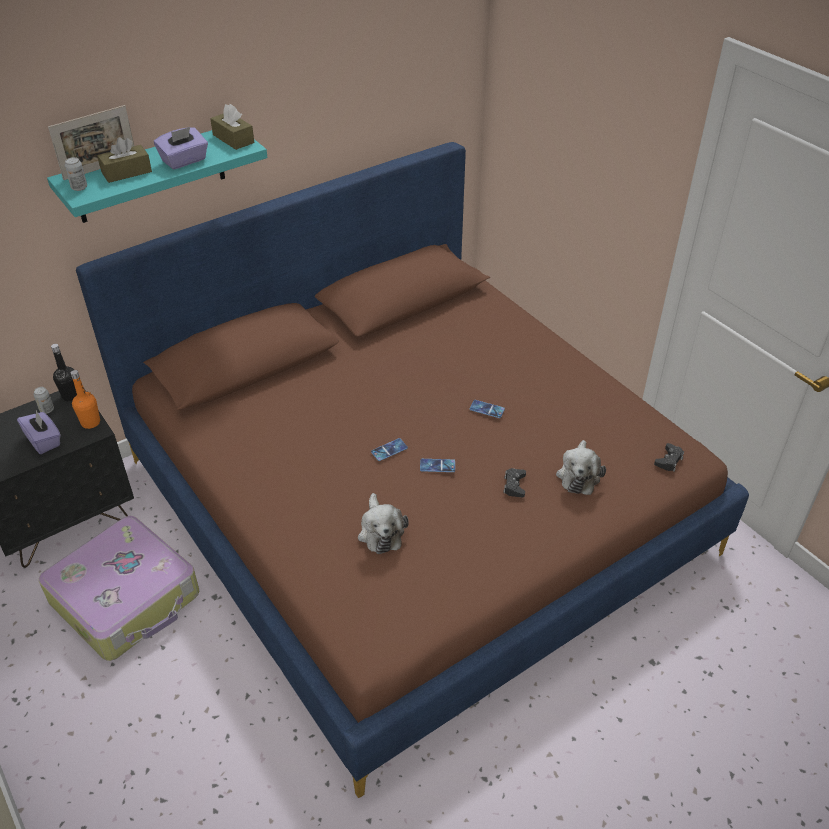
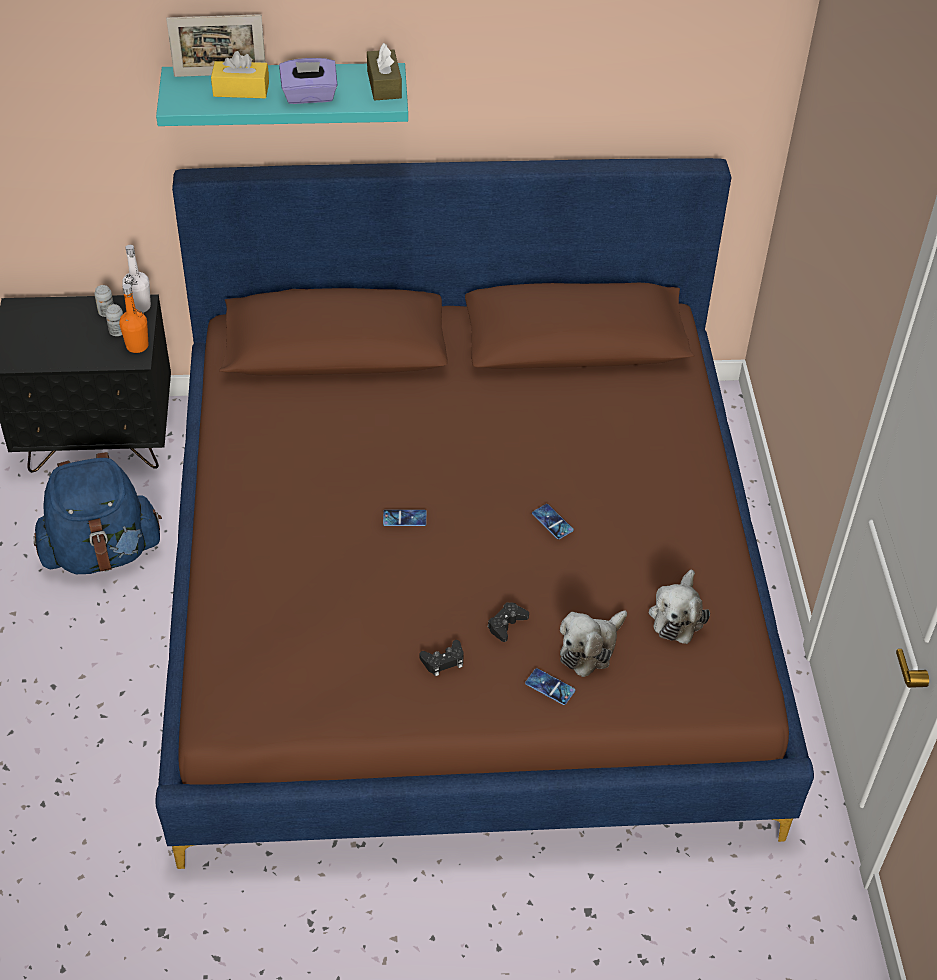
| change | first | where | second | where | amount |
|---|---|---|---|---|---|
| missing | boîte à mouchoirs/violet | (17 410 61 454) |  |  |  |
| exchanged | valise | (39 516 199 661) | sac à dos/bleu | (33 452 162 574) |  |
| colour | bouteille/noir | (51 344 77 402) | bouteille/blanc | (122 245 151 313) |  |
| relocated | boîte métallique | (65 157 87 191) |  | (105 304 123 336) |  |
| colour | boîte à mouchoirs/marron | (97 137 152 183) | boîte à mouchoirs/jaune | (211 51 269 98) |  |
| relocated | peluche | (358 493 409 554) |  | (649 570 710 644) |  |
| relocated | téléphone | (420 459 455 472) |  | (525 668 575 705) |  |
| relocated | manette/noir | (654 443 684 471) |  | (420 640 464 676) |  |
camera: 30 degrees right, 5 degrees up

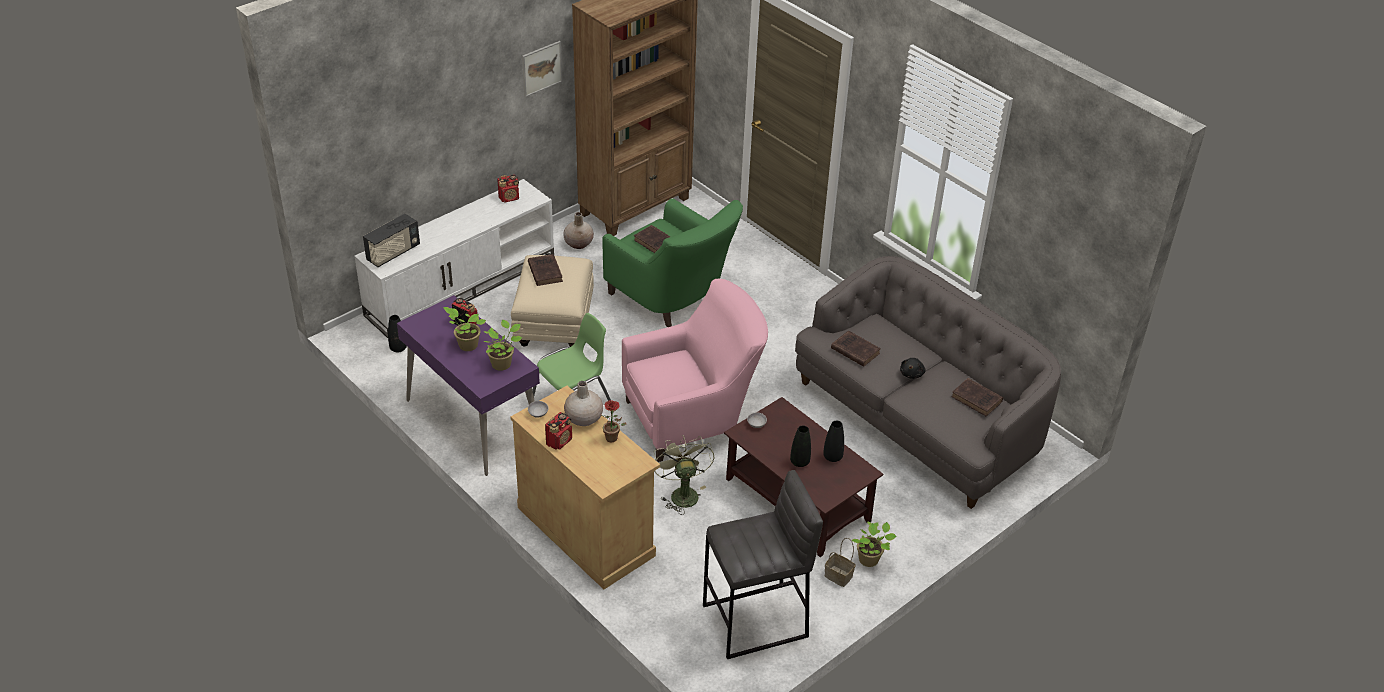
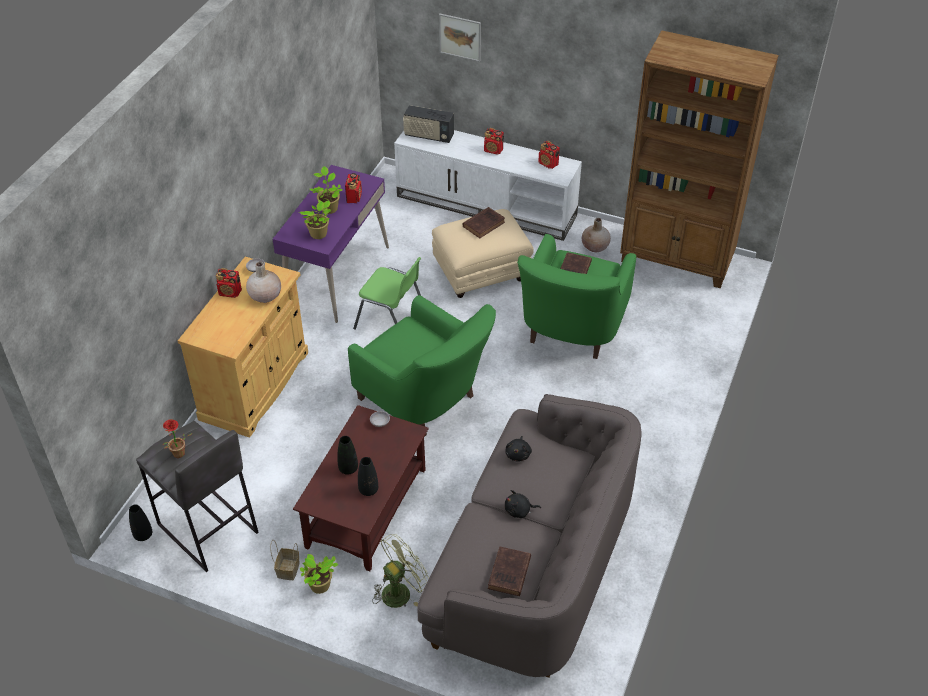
| change | first | where | second | where | amount |
|---|---|---|---|---|---|
| relocated | vase/noir | (388 315 407 353) |  | (129 504 152 541) |  |
| relocated | tableau | (522 41 562 97) |  | (439 14 481 62) |  |
| relocated | plante en pot | (601 401 626 442) |  | (163 419 193 458) |  |
| colour | fauteuil/rose | (622 279 768 462) | fauteuil/vert | (348 295 496 437) |  |
| relocated | ventilateur/vert | (654 435 714 515) |  | (372 534 429 608) |  |
| exchanged | livre/marron | (831 330 881 367) | peluche/noir | (505 436 532 462) |  |
| appeared |  |  | radio | (484 128 504 155) |  |
camera: 65 degrees right, 5 degrees up

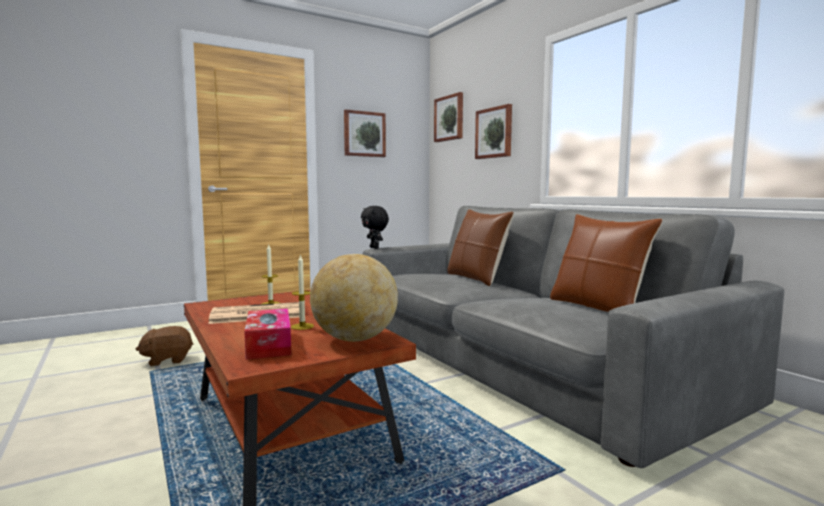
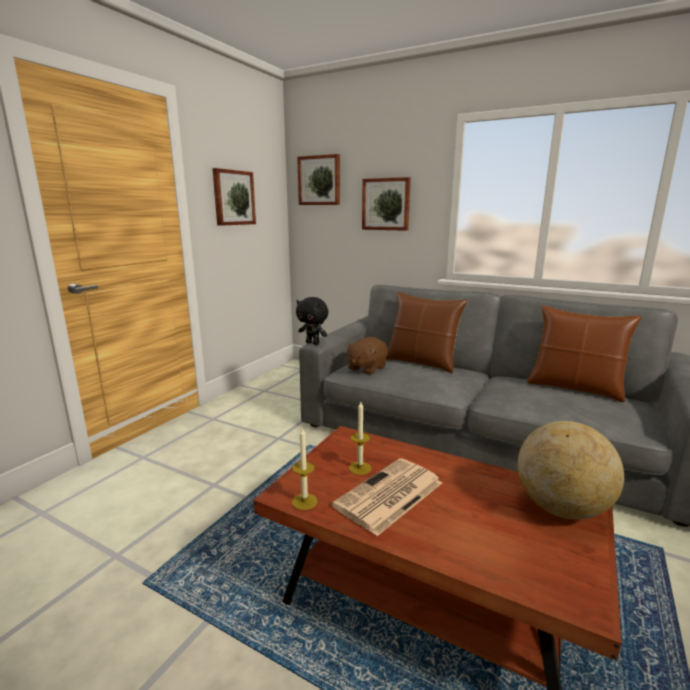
| change | first | where | second | where | amount |
|---|---|---|---|---|---|
| relocated | peluche/marron | (136 326 193 366) |  | (345 337 388 375) |  |
| missing | boîte à mouchoirs | (244 308 292 360) |  |  |  |
| relocated | bougie | (291 254 314 330) |  | (292 428 317 510) |  |
camera: 30 degrees left, 10 degrees up

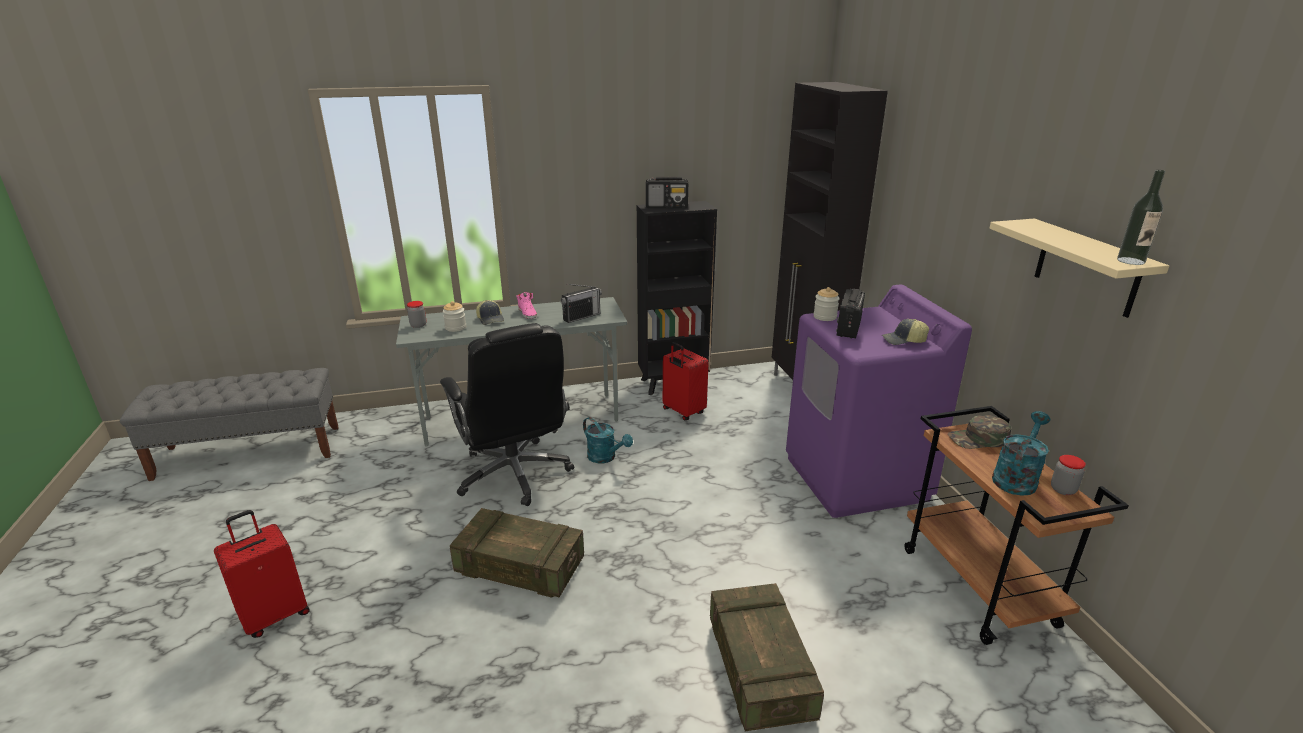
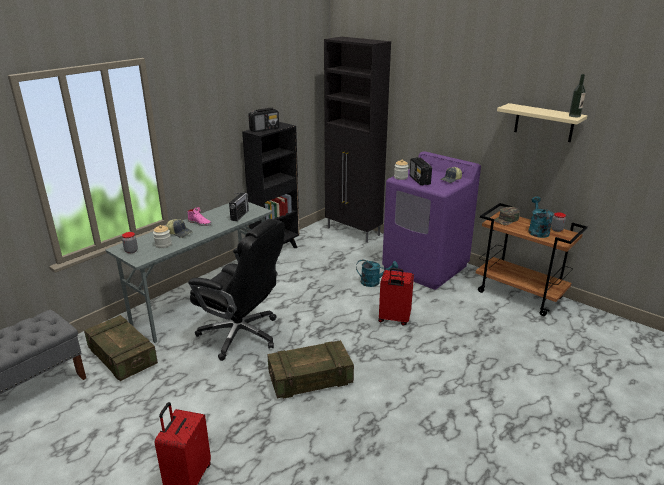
| change | first | where | second | where | amount |
|---|---|---|---|---|---|
| relocated | arrosoir/turquoise | (583 417 633 463) |  | (356 260 398 287) |  |
| relocated | valise/rouge | (663 342 709 421) |  | (378 268 414 326) |  |
| relocated | caisse | (710 583 824 731) |  | (84 315 158 381) |  |
camera: 35 degrees left, 0 degrees up

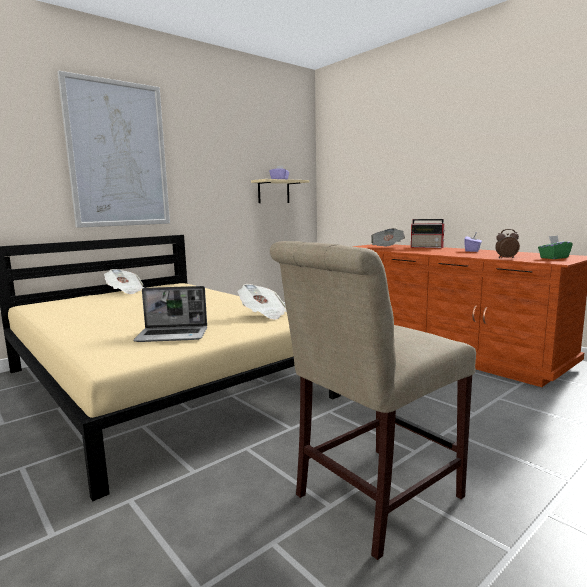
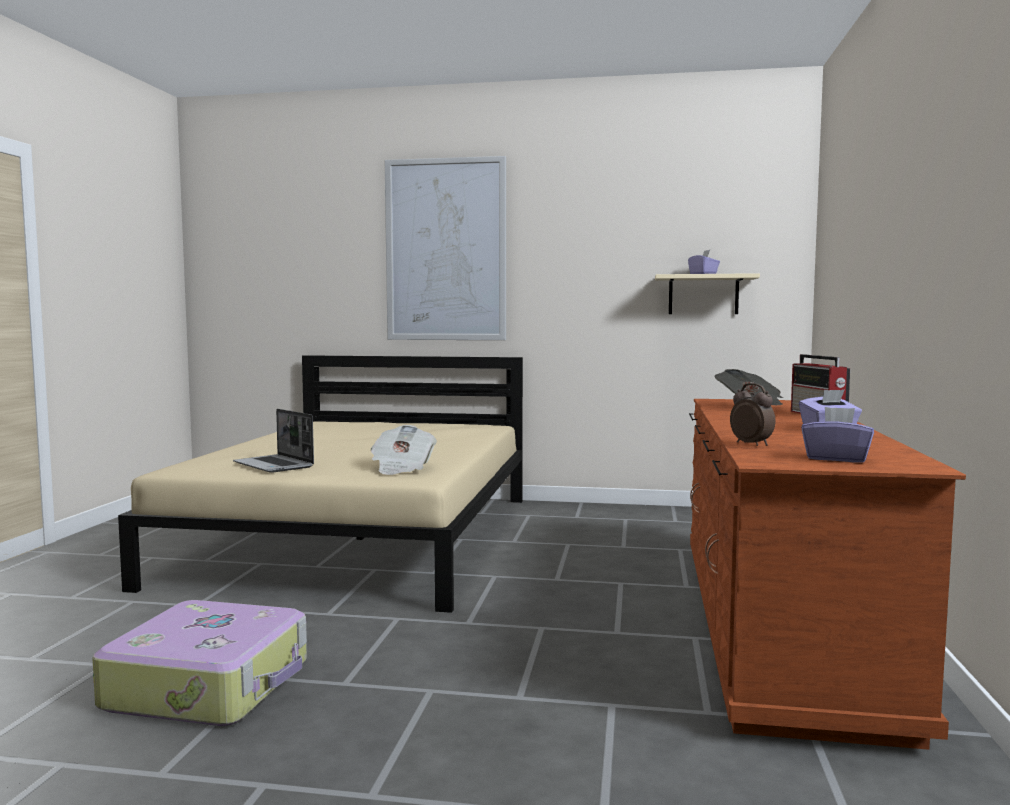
| change | first | where | second | where | amount |
|---|---|---|---|---|---|
| missing | journal | (104 269 145 294) |  |  |  |
| exchanged | chaise/beige | (270 241 476 560) | valise | (92 600 307 726) |  |
| colour | boîte à mouchoirs/vert | (538 235 573 259) | boîte à mouchoirs/violet | (801 407 874 462) |  |
camera: 50 degrees right, 5 degrees down

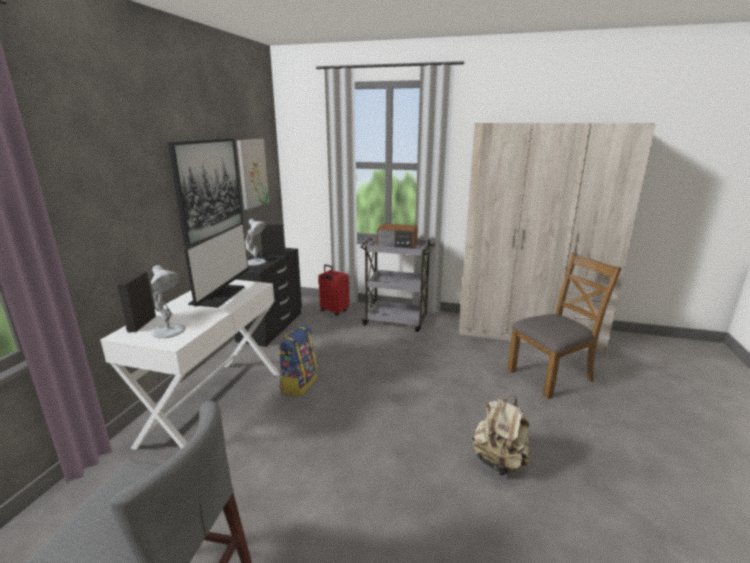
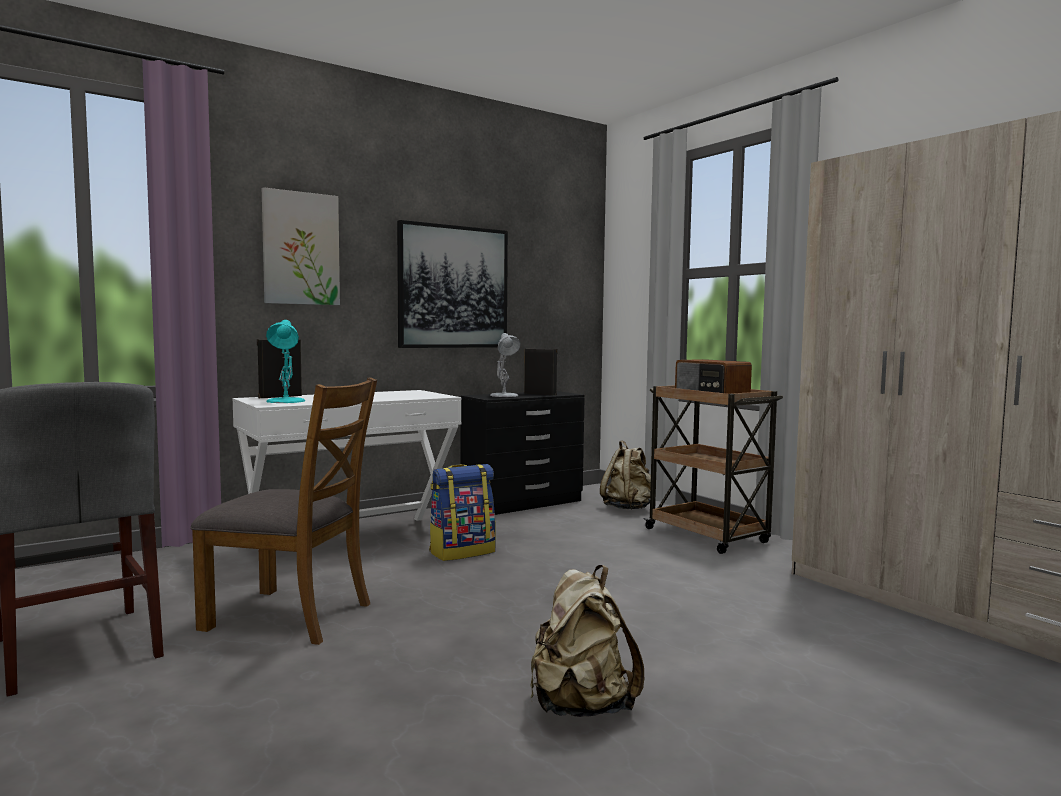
| change | first | where | second | where | amount |
|---|---|---|---|---|---|
| colour | lampe de table/blanc | (151 265 186 338) | lampe de table/turquoise | (266 320 305 403) |  |
| missing | écran d'ordinateur | (184 223 249 307) |  |  |  |
| relocated | tableau | (237 139 269 210) |  | (262 187 340 305) |  |
| exchanged | valise/rouge | (319 264 349 316) | sac à dos/beige | (600 440 651 510) |  |
| colour | chariot/gris | (360 236 435 332) | chariot/marron | (643 386 783 554) |  |
| relocated | chaise/marron | (507 253 622 399) |  | (190 377 377 645) |  |
camera: 40 degrees right, 15 degrees down

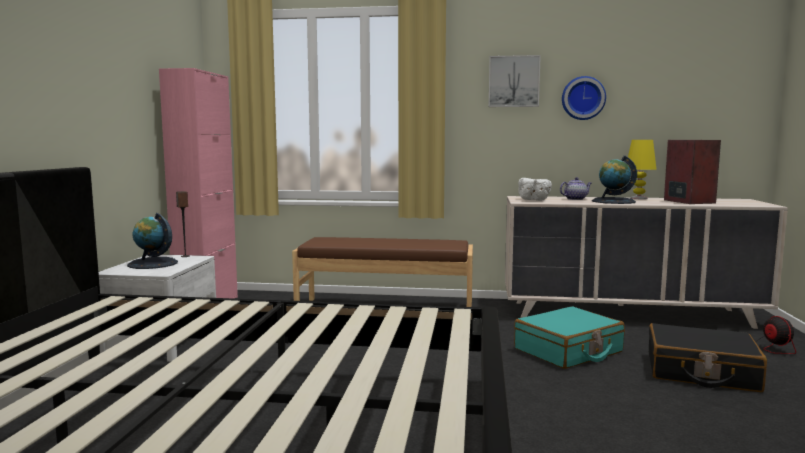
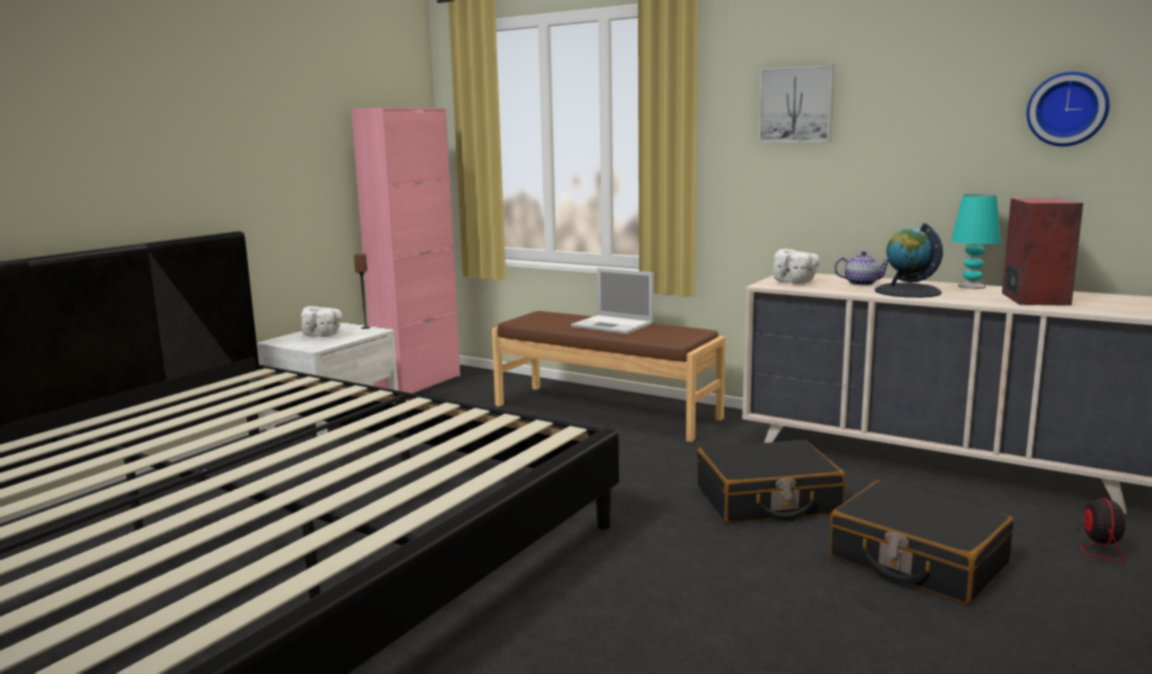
| change | first | where | second | where | amount |
|---|---|---|---|---|---|
| exchanged | globe | (127 213 178 269) | bol/blanc | (301 306 342 337) |  |
| colour | valise/turquoise | (514 306 625 369) | valise/noir | (697 440 845 523) |  |
| relocated | horloge murale | (562 76 606 120) |  | (1027 72 1110 146) |  |
| colour | lampe de table/jaune | (626 140 656 199) | lampe de table/turquoise | (951 194 1001 289) |  |
| appeared |  |  | ordinateur portable | (571 268 654 334) |  |
camera: 25 degrees right, 5 degrees up

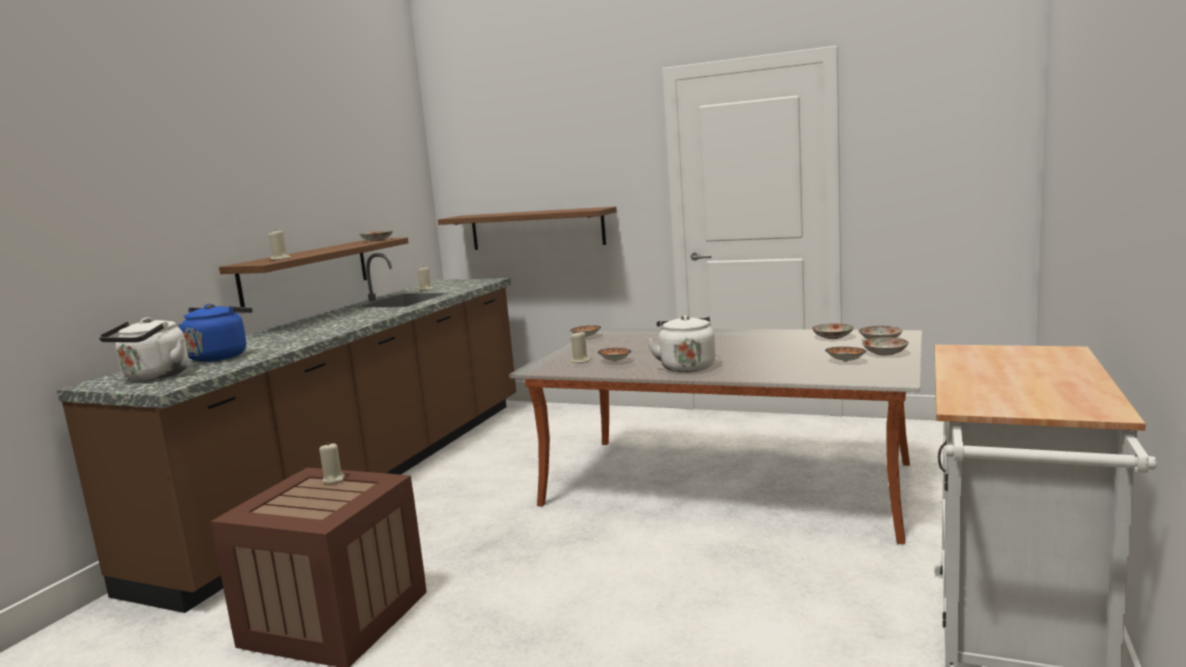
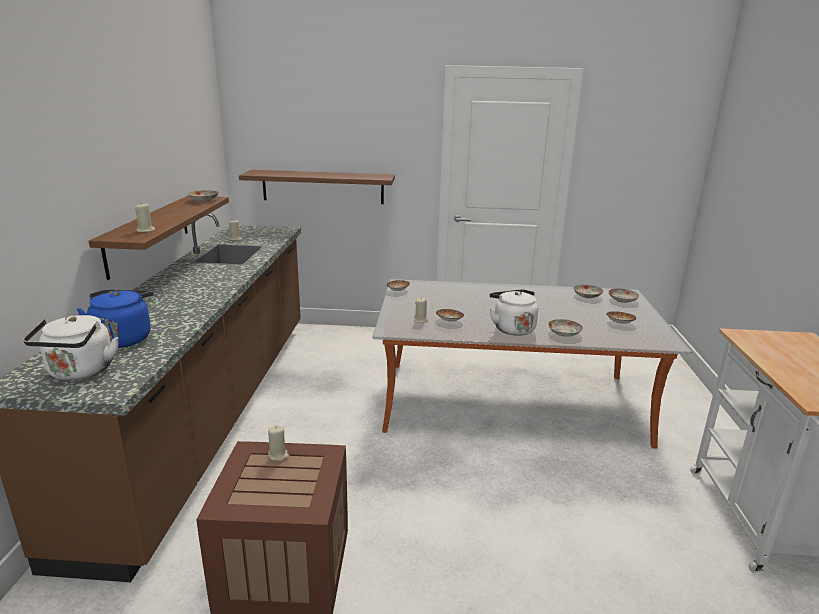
| change | first | where | second | where | amount |
|---|---|---|---|---|---|
| relocated | assiette | (862 337 909 356) |  | (548 319 583 337) |  |
camera: 20 degrees left, 10 degrees up

